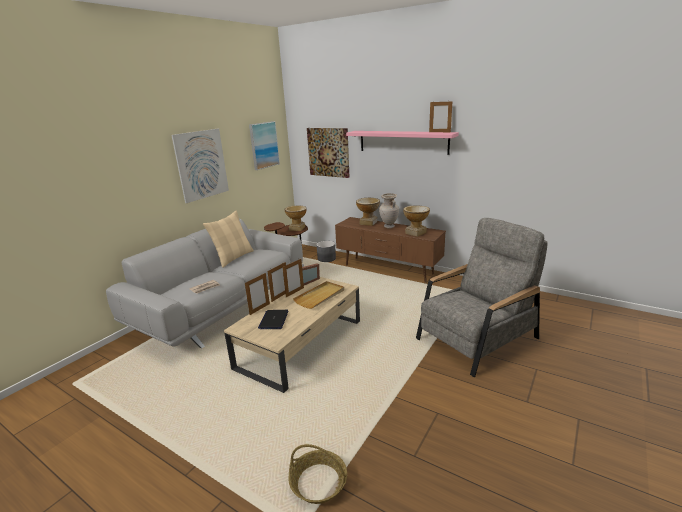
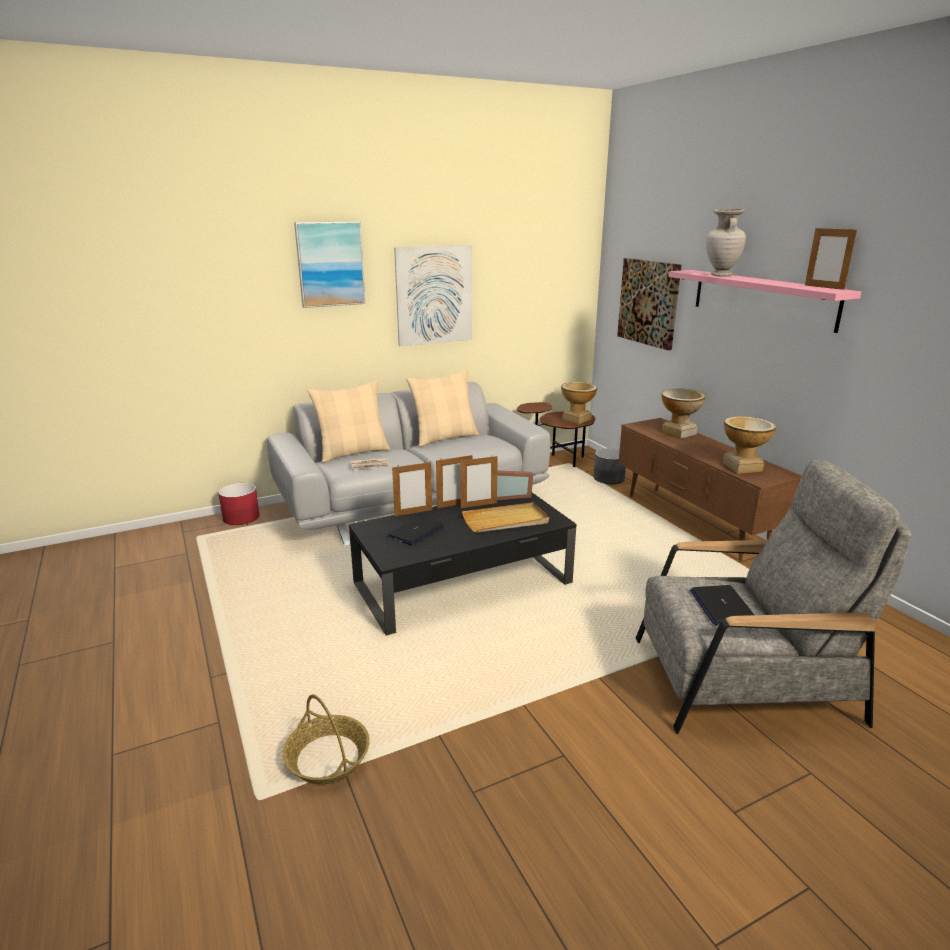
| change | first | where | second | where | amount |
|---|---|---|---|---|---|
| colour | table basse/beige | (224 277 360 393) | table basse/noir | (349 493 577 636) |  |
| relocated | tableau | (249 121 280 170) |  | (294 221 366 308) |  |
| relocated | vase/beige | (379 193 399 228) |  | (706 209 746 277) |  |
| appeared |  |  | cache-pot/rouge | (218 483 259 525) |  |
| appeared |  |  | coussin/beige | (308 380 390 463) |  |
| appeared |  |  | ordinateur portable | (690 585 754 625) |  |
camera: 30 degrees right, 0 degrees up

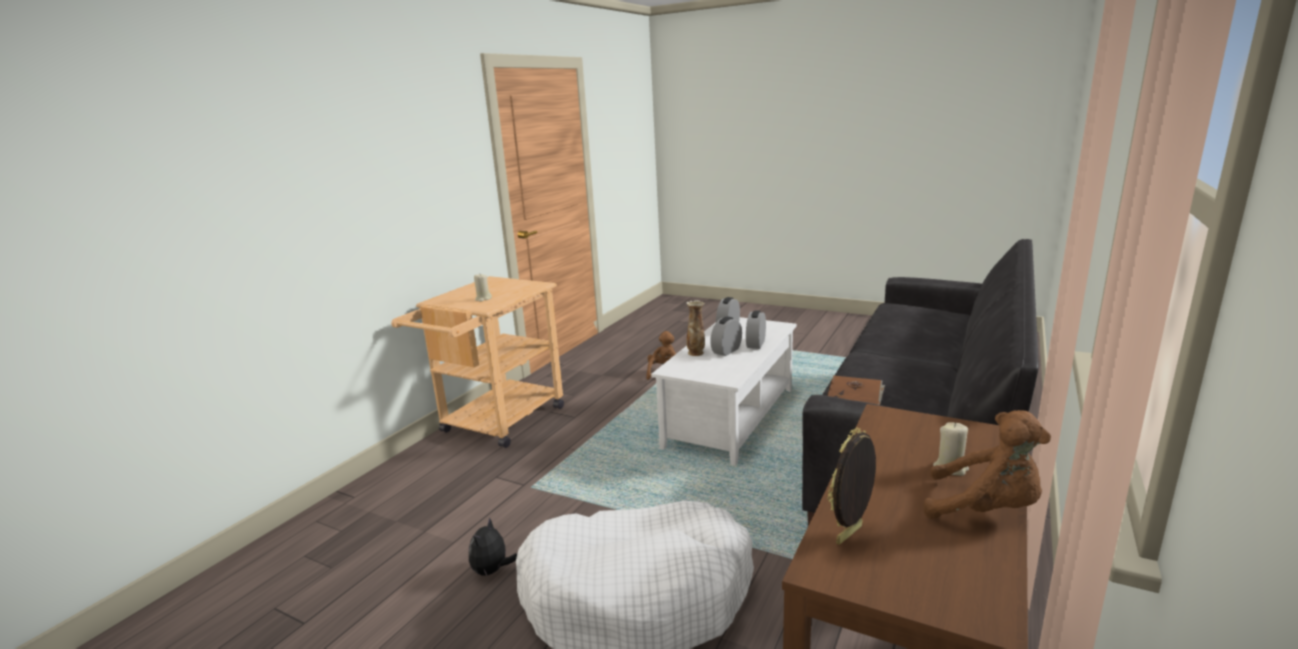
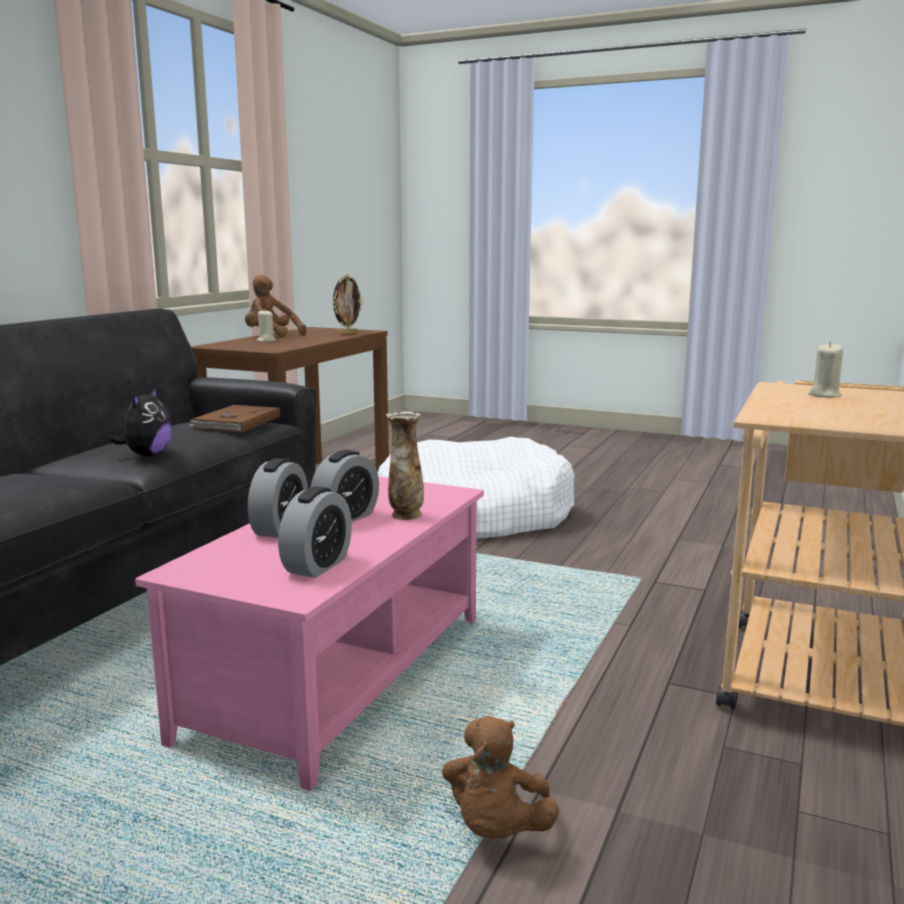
| change | first | where | second | where | amount |
|---|---|---|---|---|---|
| relocated | peluche | (469 517 517 577) |  | (109 386 172 456) |  |
| colour | table basse/blanc | (651 317 797 466) | table basse/rose | (135 476 484 791) |  |
camera: 175 degrees right, 5 degrees down

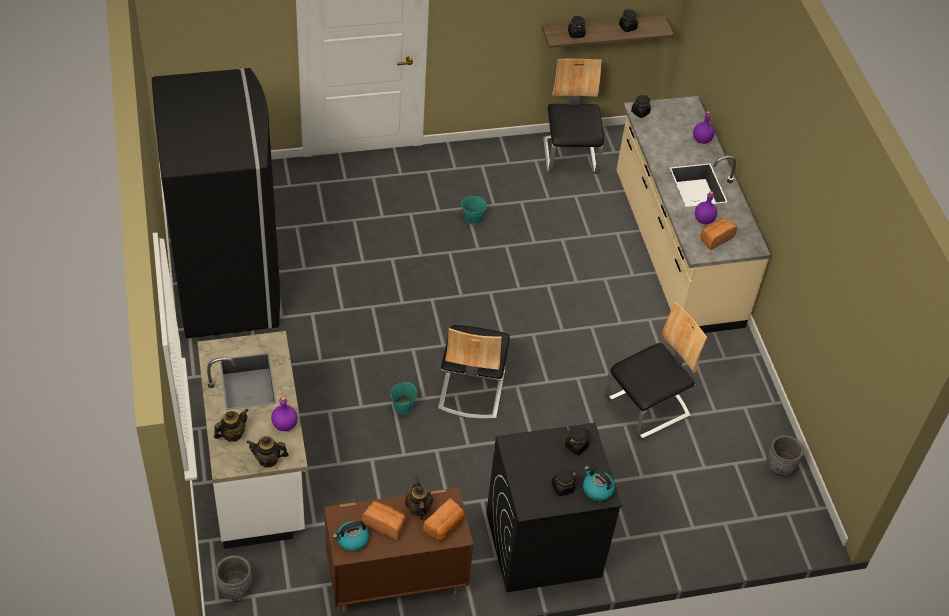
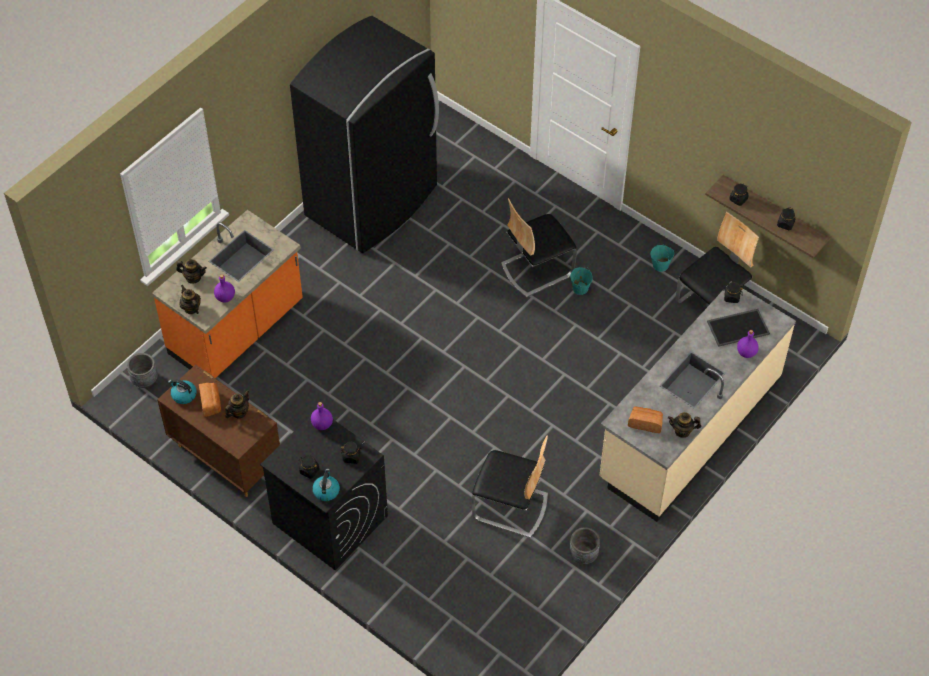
| change | first | where | second | where | amount |
|---|---|---|---|---|---|
| colour | comptoir de cuisine/blanc | (198 331 308 549) | comptoir de cuisine/orange | (152 210 303 378) |  |
| relocated | seau/turquoise | (390 382 417 415) |  | (650 243 674 272) |  |
| missing | pain | (423 498 464 541) |  |  |  |
| relocated | chaise | (438 325 510 419) |  | (501 198 577 298) |  |
| relocated | bouteille/violet | (695 191 717 224) |  | (311 402 333 430) |  |
| relocated | cache-pot/gris | (766 435 804 476) |  | (570 527 600 564) |  |
| appeared |  |  | théière | (668 412 701 438) |  |
| appeared |  |  | plateau | (707 309 770 347) |  |
camera: 55 degrees right, 5 degrees up

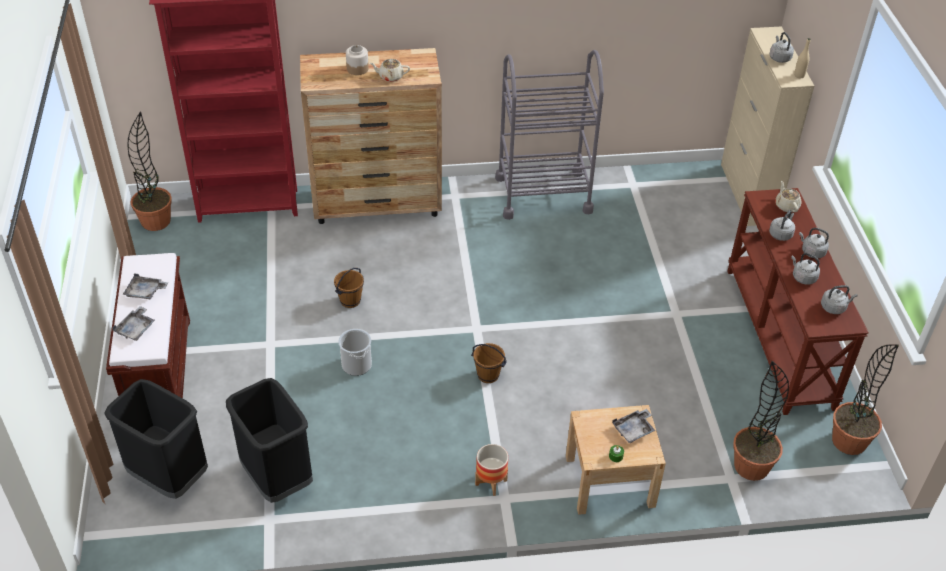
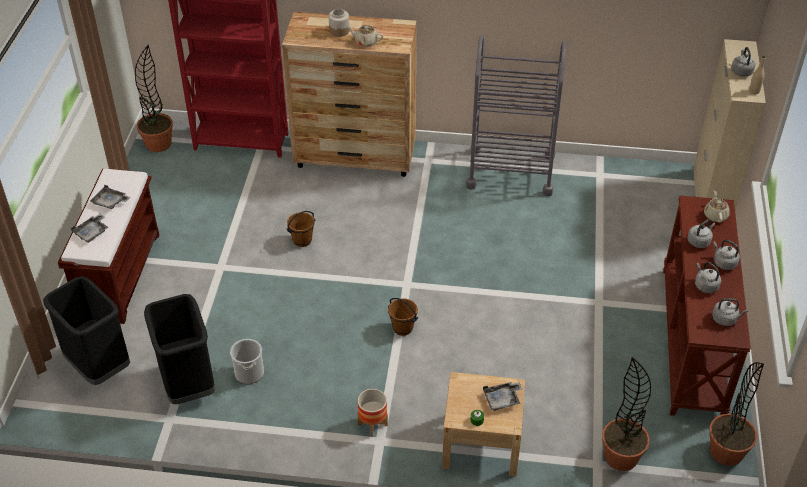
| change | first | where | second | where | amount |
|---|---|---|---|---|---|
| relocated | seau | (338 329 372 376) |  | (230 339 264 384) |  |
camera: 15 degrees right, 0 degrees up

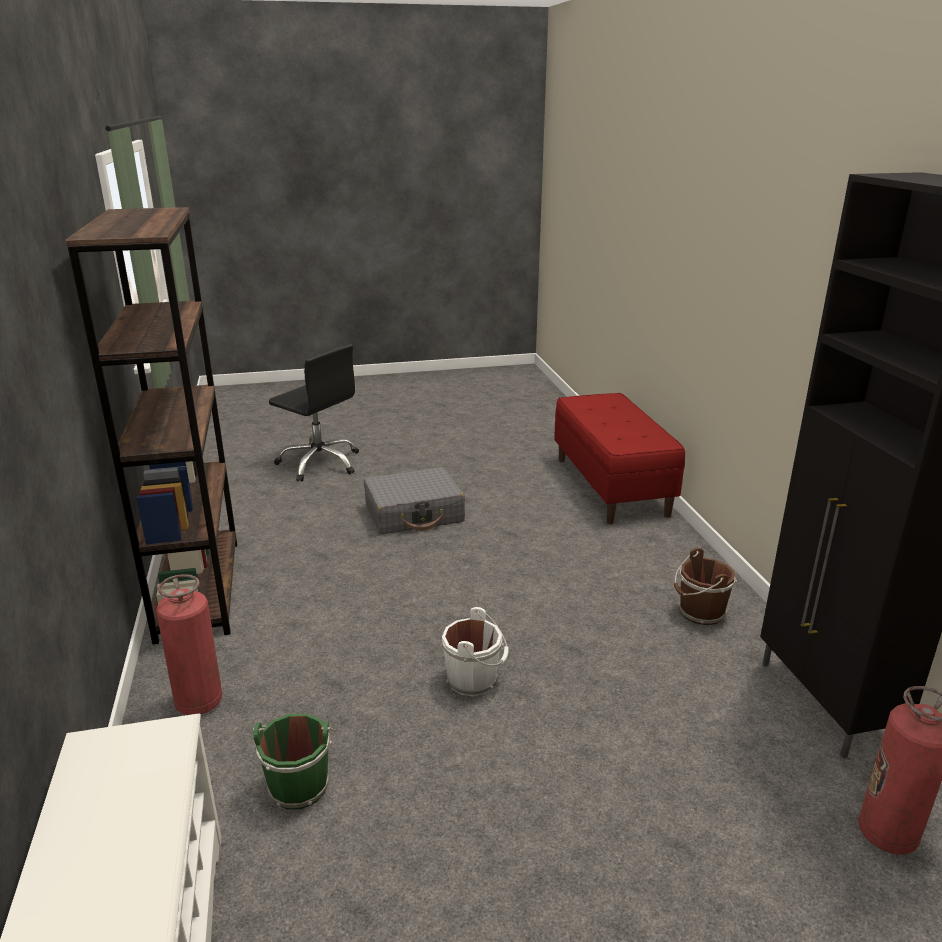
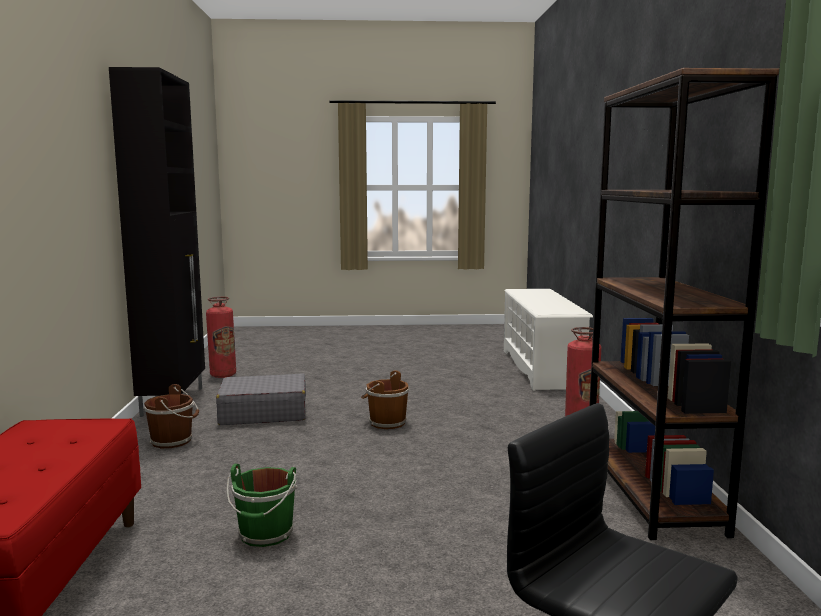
| change | first | where | second | where | amount |
|---|---|---|---|---|---|
| relocated | seau/vert | (253 714 334 809) |  | (227 464 298 547) |  |
| relocated | valise/gris | (364 467 465 534) |  | (216 373 306 425) |  |
| colour | seau/blanc | (442 607 509 696) | seau/marron | (361 370 409 429) |  |
camera: 170 degrees left, 15 degrees down

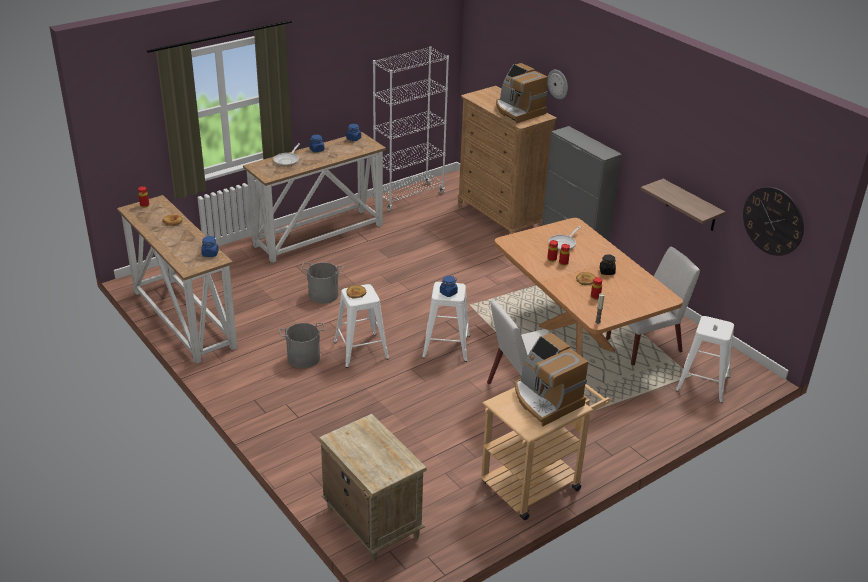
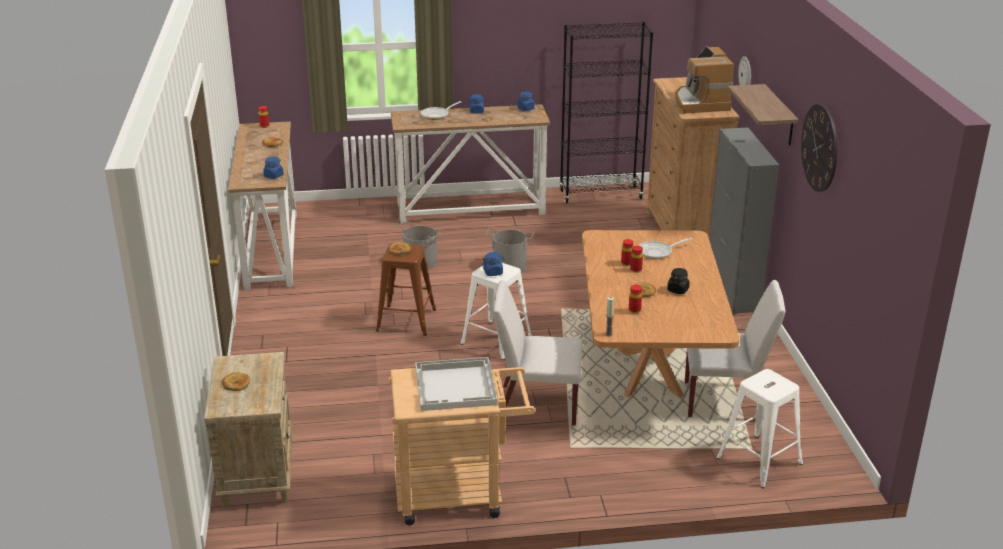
| change | first | where | second | where | amount |
|---|---|---|---|---|---|
| relocated | seau/gris | (279 322 326 368) |  | (486 228 534 273) |  |
| colour | tabouret/blanc | (334 284 389 368) | tabouret/marron | (376 244 436 336) |  |
| colour | bibliothèque/blanc | (373 46 449 211) | bibliothèque/noir | (560 22 653 203) |  |
| exchanged | machine à café | (515 333 588 426) | plateau/blanc | (415 357 498 411) |  |
| relocated | étagère | (640 179 725 231) |  | (728 84 799 146) |  |
| relocated | horloge murale | (743 187 804 256) |  | (801 104 837 192) |  |
| appeared |  |  | pain | (221 372 250 391) |  |
camera: 30 degrees right, 5 degrees down

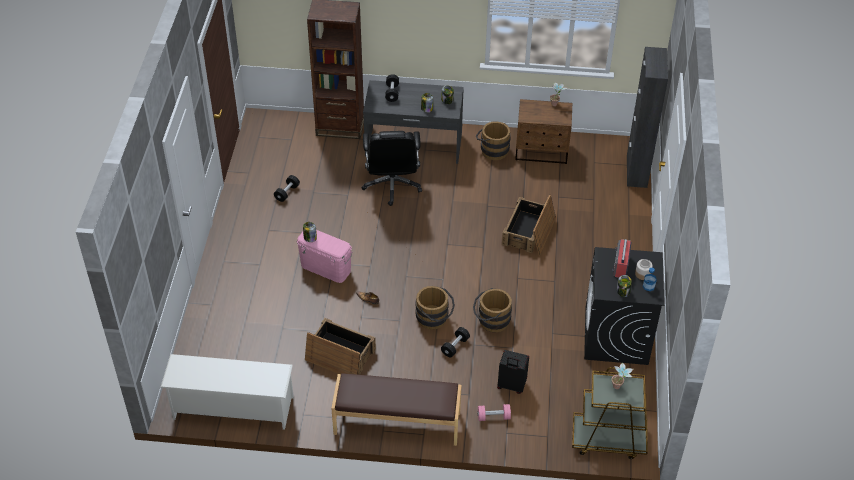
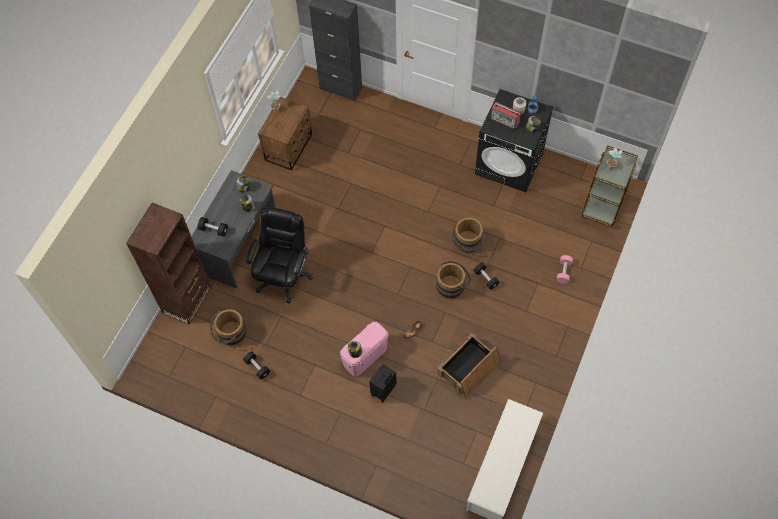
| change | first | where | second | where | amount |
|---|---|---|---|---|---|
| missing | banc/marron | (331 373 462 446) |  |  |  |
| spun | chaise de bureau/noir | (361 131 422 206) |  | (246 207 313 304) | 90 degrees counterclockwise |
| relocated | seau/marron | (476 121 511 160) |  | (210 309 246 346) |  |
| relocated | valise/noir | (497 350 529 394) |  | (369 364 396 403) |  |
| missing | caisse | (502 195 556 255) |  |  |  |
camera: 70 degrees left, 15 degrees up

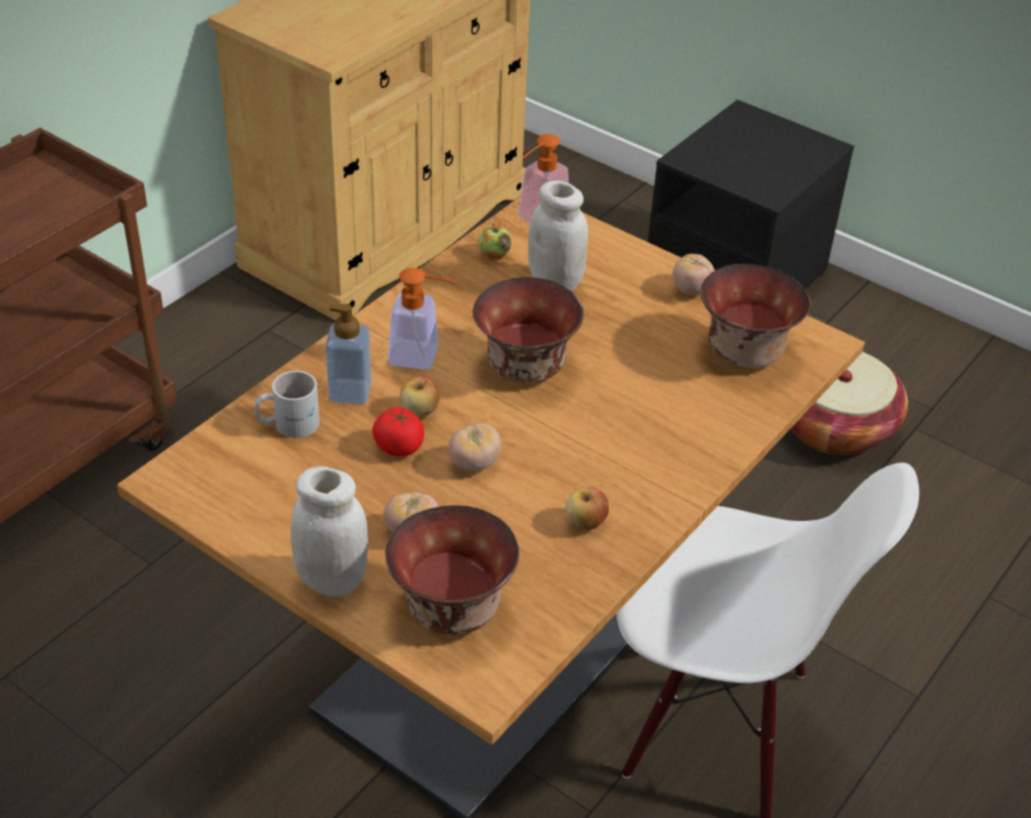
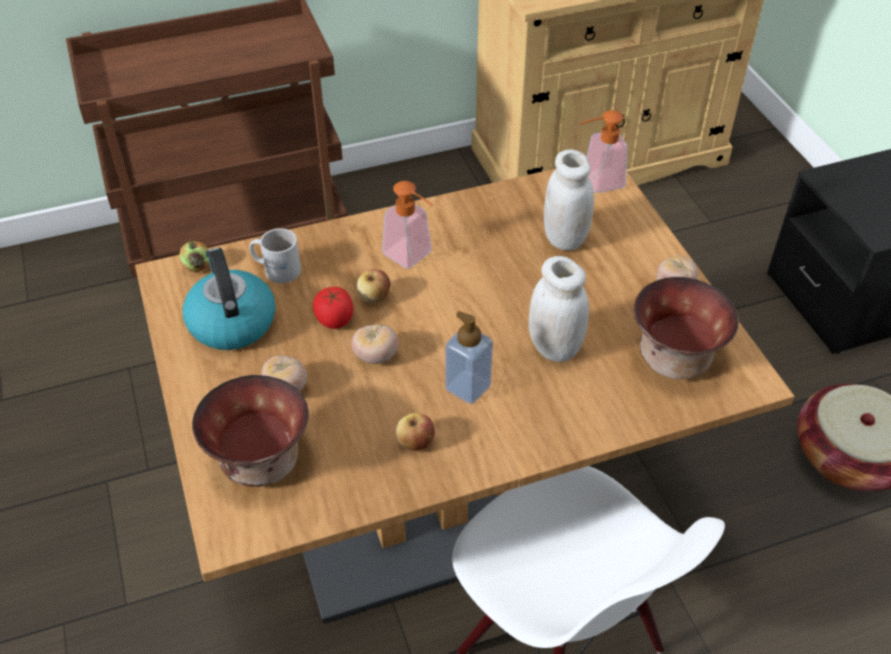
| change | first | where | second | where | amount |
|---|---|---|---|---|---|
| relocated | bocal/blanc | (291 466 368 596) |  | (529 256 589 362) |  |
| relocated | distributeur de savon | (325 304 371 405) |  | (445 311 493 404) |  |
| missing | bol | (473 277 584 383) |  |  |  |
| relocated | pomme | (478 224 511 259) |  | (179 240 209 272) |  |
| appeared |  |  | bouilloire | (182 248 276 350) |  |
camera: 35 degrees right, 5 degrees up

